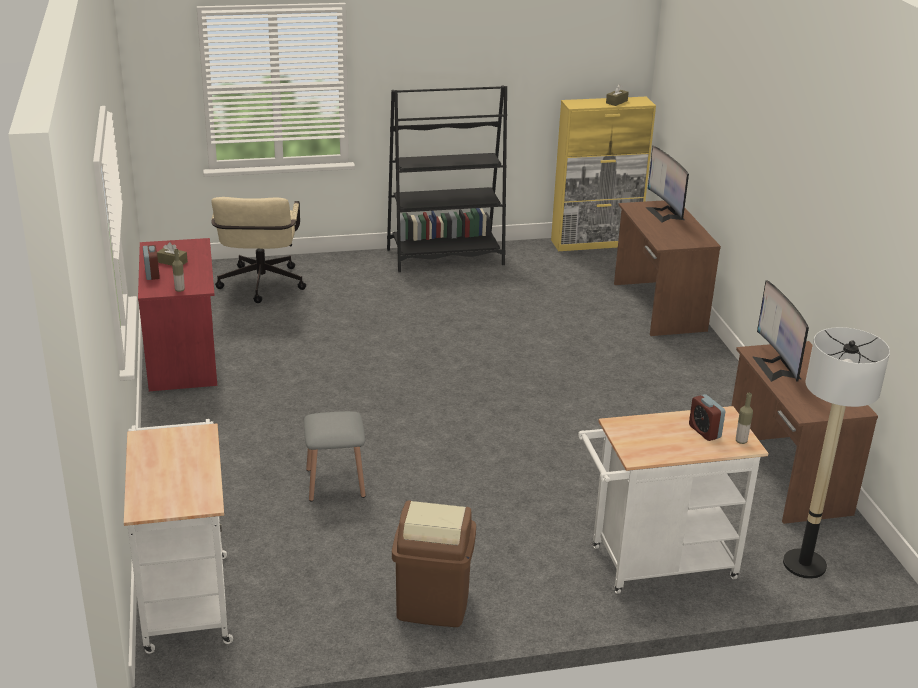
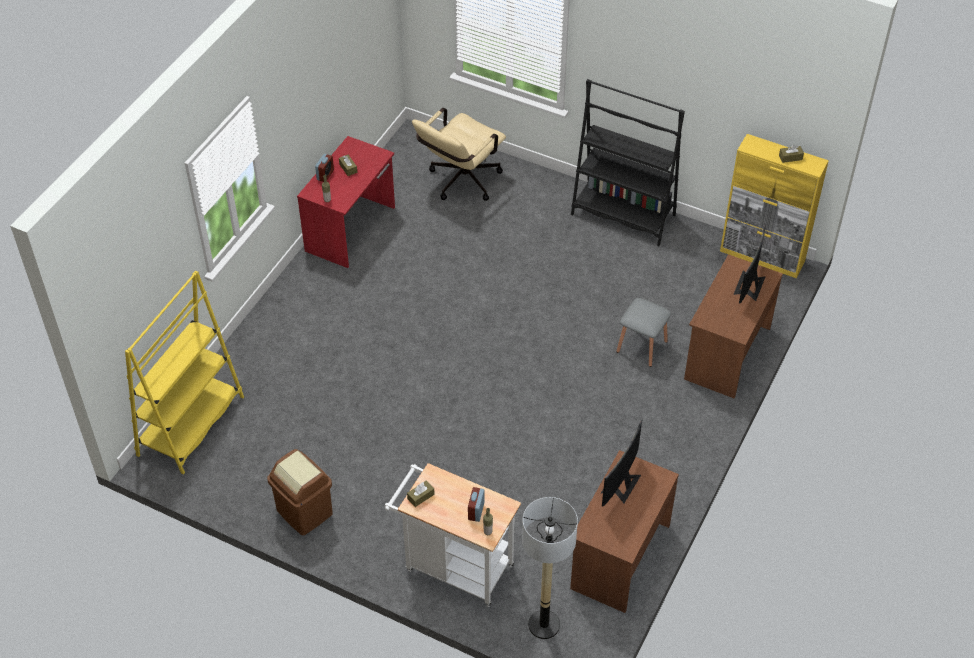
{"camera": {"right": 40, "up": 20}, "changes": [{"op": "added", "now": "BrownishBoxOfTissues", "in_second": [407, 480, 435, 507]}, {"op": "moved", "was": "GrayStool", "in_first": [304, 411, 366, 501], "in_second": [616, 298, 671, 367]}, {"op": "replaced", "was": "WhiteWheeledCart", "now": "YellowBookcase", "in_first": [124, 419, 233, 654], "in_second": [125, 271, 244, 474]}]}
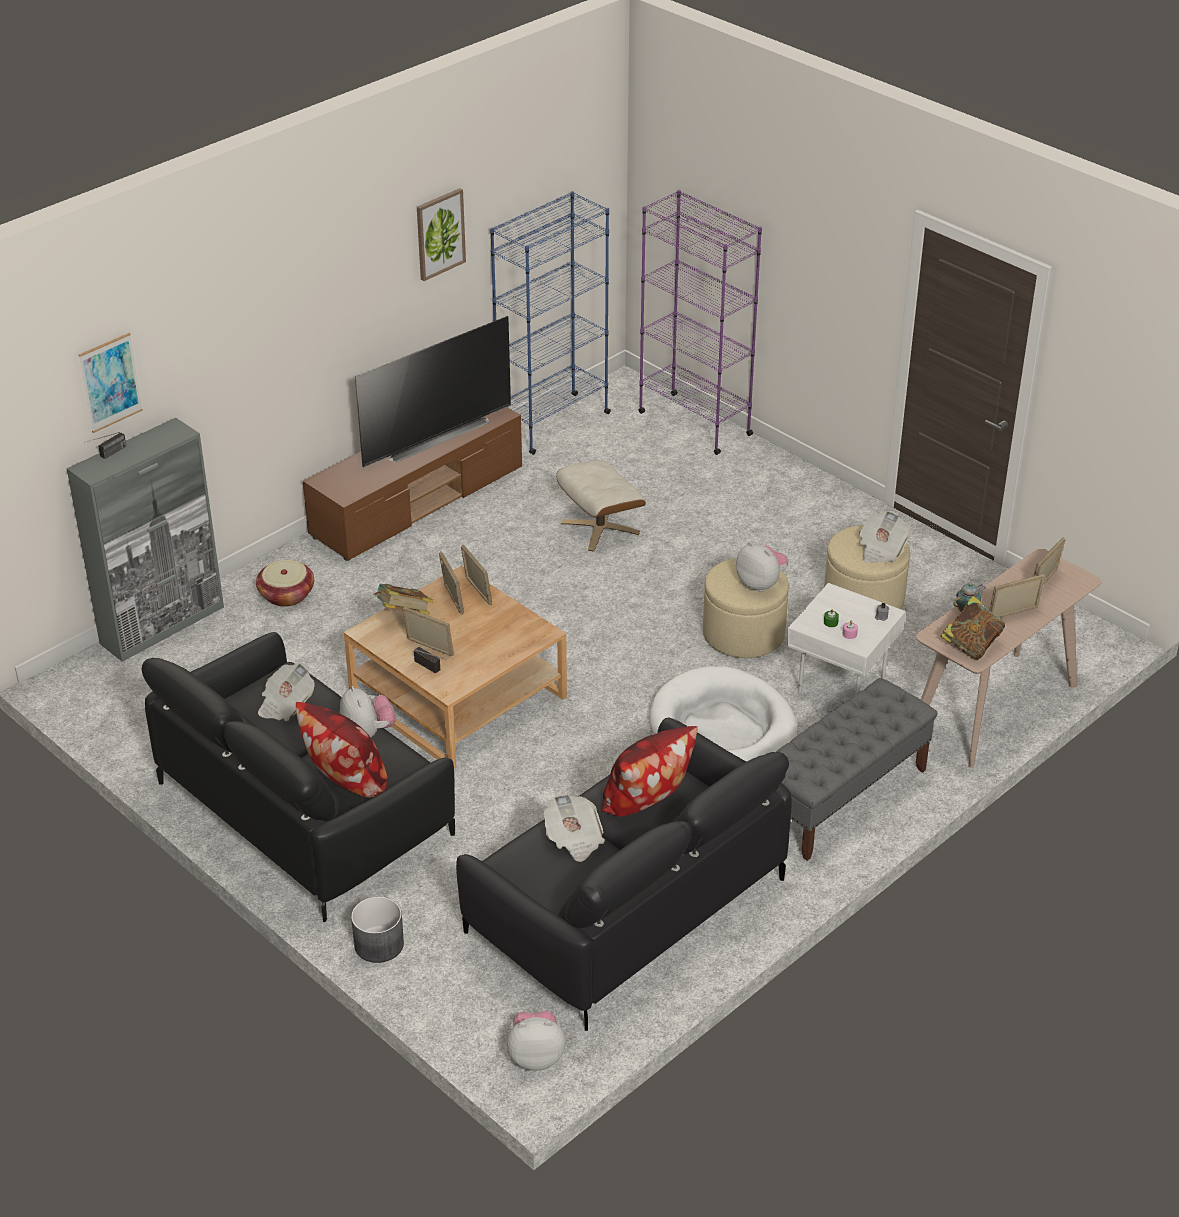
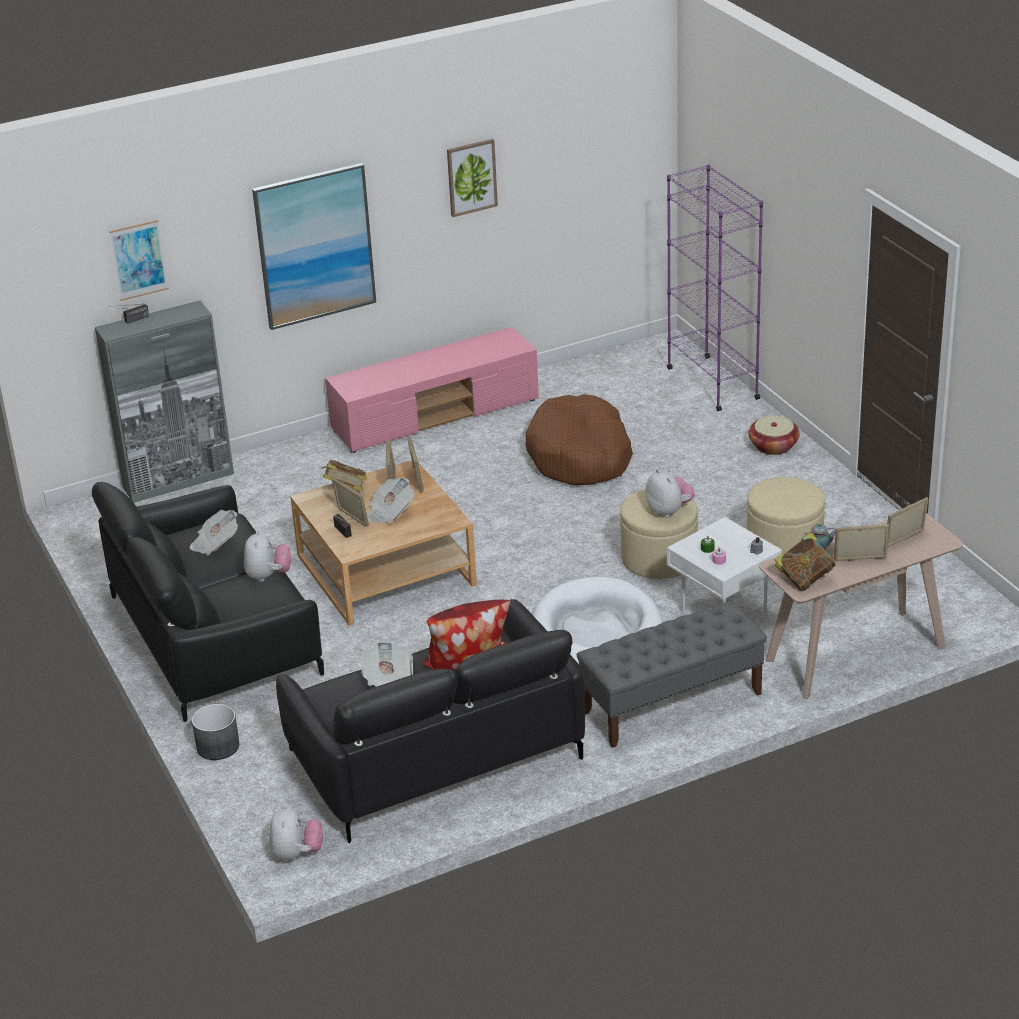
{"camera": {"right": 20, "up": -5}, "changes": [{"op": "removed", "was": "Cushion", "in_first": [296, 702, 388, 798]}, {"op": "removed", "was": "TvSet", "in_first": [355, 316, 511, 467]}, {"op": "removed", "was": "BlueColouredBookcase", "in_first": [490, 191, 611, 455]}, {"op": "added", "now": "Picture", "in_second": [252, 163, 376, 330]}, {"op": "moved", "was": "StorageBasket", "in_first": [256, 560, 314, 607], "in_second": [748, 415, 800, 455]}, {"op": "moved", "was": "Newspaper", "in_first": [859, 511, 911, 563], "in_second": [367, 477, 414, 524]}, {"op": "replaced", "was": "BeigeFootrest", "now": "BrownishDogCushion", "in_first": [556, 460, 646, 552], "in_second": [526, 394, 633, 486]}, {"op": "recoloured", "was": "BrownishTvUnit", "now": "PinkTvUnit", "in_first": [303, 407, 522, 561], "in_second": [325, 327, 539, 453]}, {"op": "turned", "was": "CuddlyToy", "in_first": [507, 1011, 566, 1071], "in_second": [269, 805, 323, 862], "clockwise": 75}]}
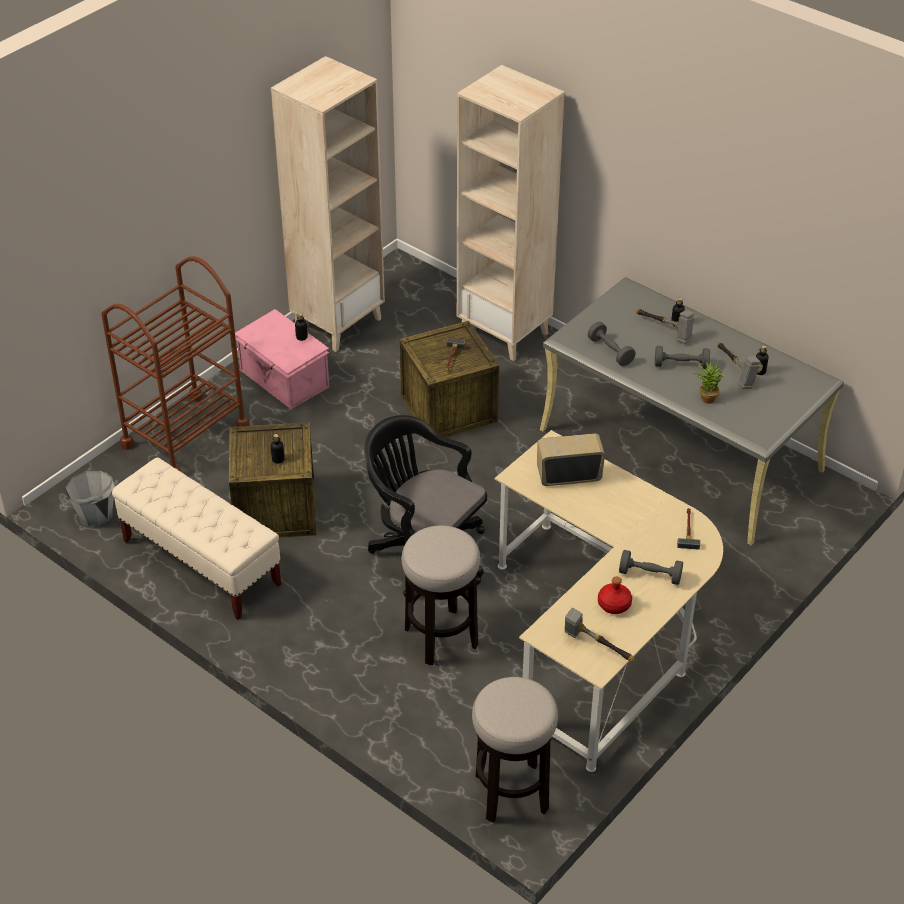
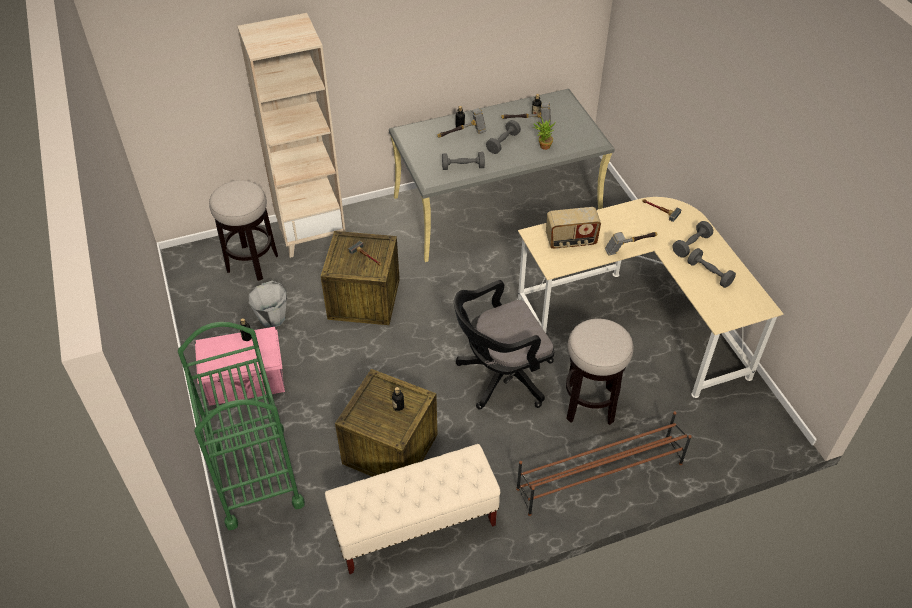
{"camera": {"right": -60, "up": 5}, "changes": [{"op": "removed", "was": "BeigeBookcase", "in_first": [271, 56, 385, 352]}, {"op": "added", "now": "BrownishShoeStand", "in_second": [516, 411, 692, 516]}, {"op": "moved", "was": "GrayBucket", "in_first": [65, 471, 115, 527], "in_second": [249, 281, 287, 327]}, {"op": "moved", "was": "Stool", "in_first": [472, 677, 558, 823], "in_second": [209, 180, 278, 281]}, {"op": "moved", "was": "Hammer", "in_first": [565, 608, 634, 661], "in_second": [605, 232, 657, 256]}, {"op": "replaced", "was": "ReddishBeverageBottle", "now": "GrayDumbbell", "in_first": [598, 577, 632, 614], "in_second": [688, 248, 736, 288]}, {"op": "recoloured", "was": "BrownishWheeledCart", "now": "GreenColouredWheeledCart", "in_first": [101, 257, 250, 472], "in_second": [178, 322, 305, 530]}, {"op": "turned", "was": "RadioReceiver", "in_first": [537, 433, 605, 486], "in_second": [546, 207, 601, 249], "clockwise": -120}]}
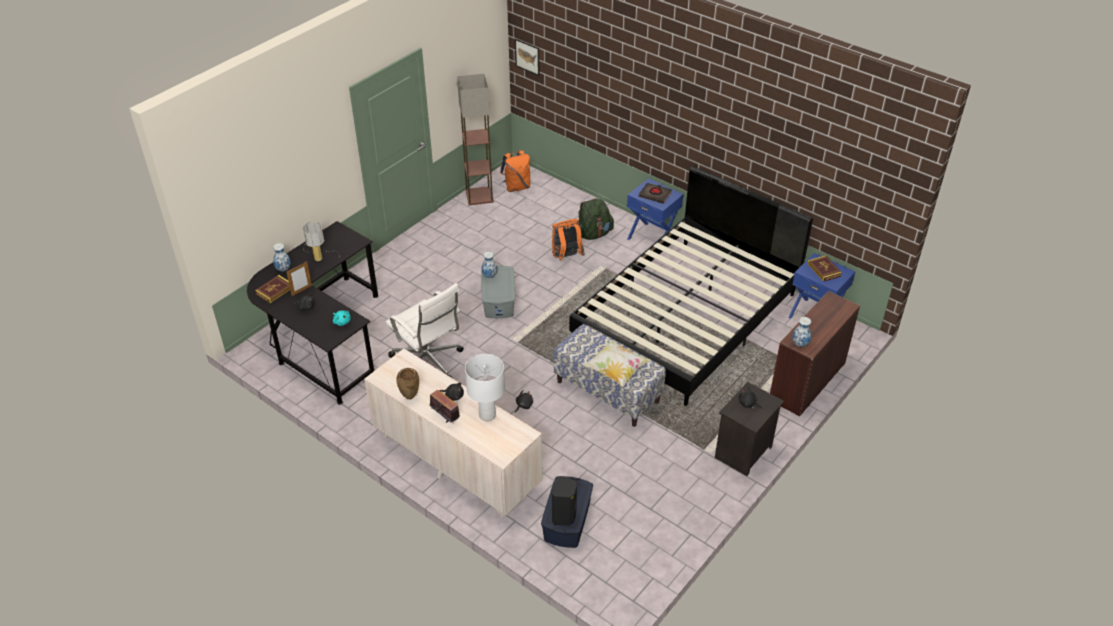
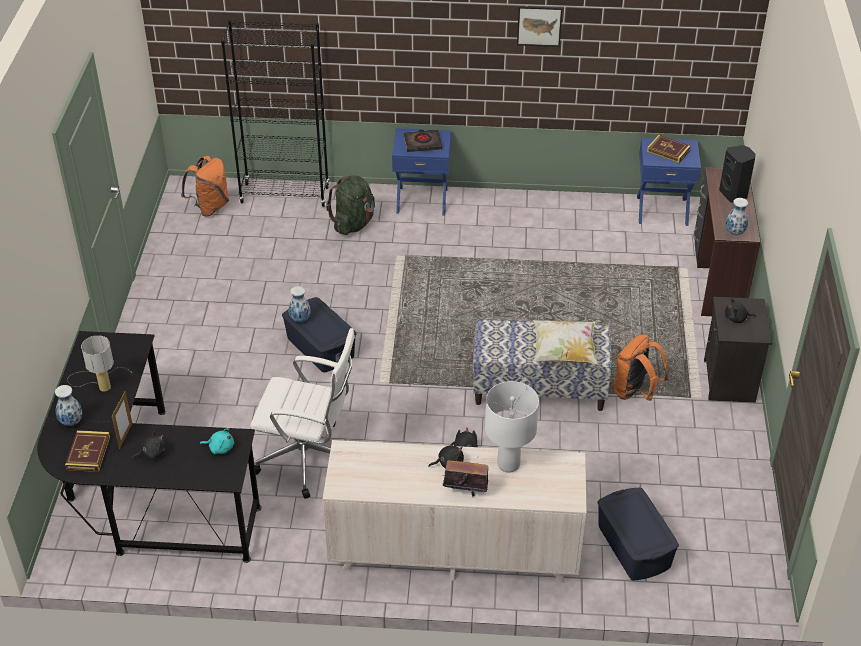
{"camera": {"right": -35, "up": 0}, "changes": [{"op": "removed", "was": "BrownishFlowerVase", "in_first": [396, 368, 419, 400]}, {"op": "removed", "was": "StandingLamp", "in_first": [457, 74, 494, 205]}, {"op": "removed", "was": "BlackishBed", "in_first": [569, 166, 813, 406]}, {"op": "added", "now": "BlackishBookcase", "in_second": [221, 20, 329, 207]}, {"op": "moved", "was": "Picture", "in_first": [515, 39, 540, 76], "in_second": [517, 6, 562, 47]}, {"op": "moved", "was": "OrangeRucksack", "in_first": [552, 219, 585, 260], "in_second": [614, 334, 669, 401]}, {"op": "moved", "was": "BlackishLoudspeaker", "in_first": [552, 476, 577, 526], "in_second": [719, 145, 756, 203]}, {"op": "recoloured", "was": "GrayStorageBin", "now": "BlueColouredStorageBin", "in_first": [482, 266, 515, 318], "in_second": [282, 297, 356, 373]}]}
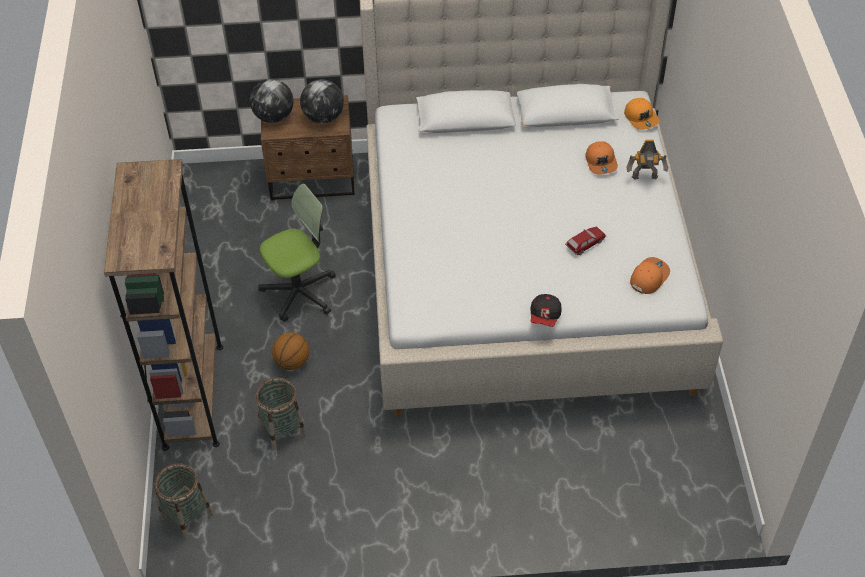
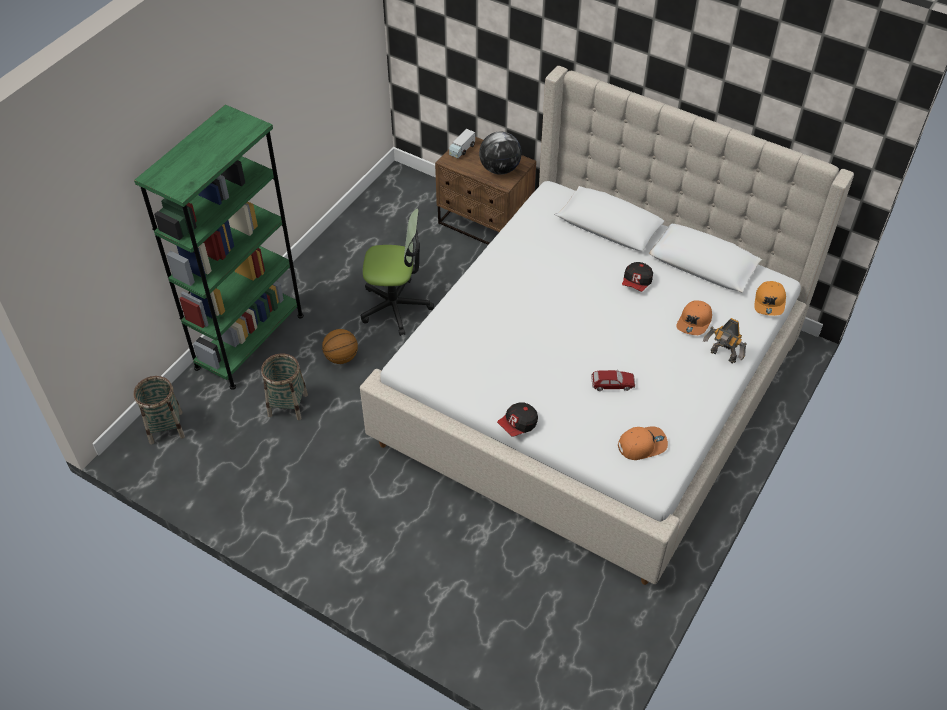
{"camera": {"right": 35, "up": 0}, "changes": [{"op": "added", "now": "PeakedCap", "in_second": [622, 262, 653, 292]}, {"op": "replaced", "was": "DeskGlobe", "now": "ModelTruck", "in_first": [250, 79, 294, 123], "in_second": [449, 129, 475, 158]}, {"op": "recoloured", "was": "BrownishBookcase", "now": "GreenColouredBookcase", "in_first": [104, 159, 223, 451], "in_second": [134, 105, 304, 390]}]}
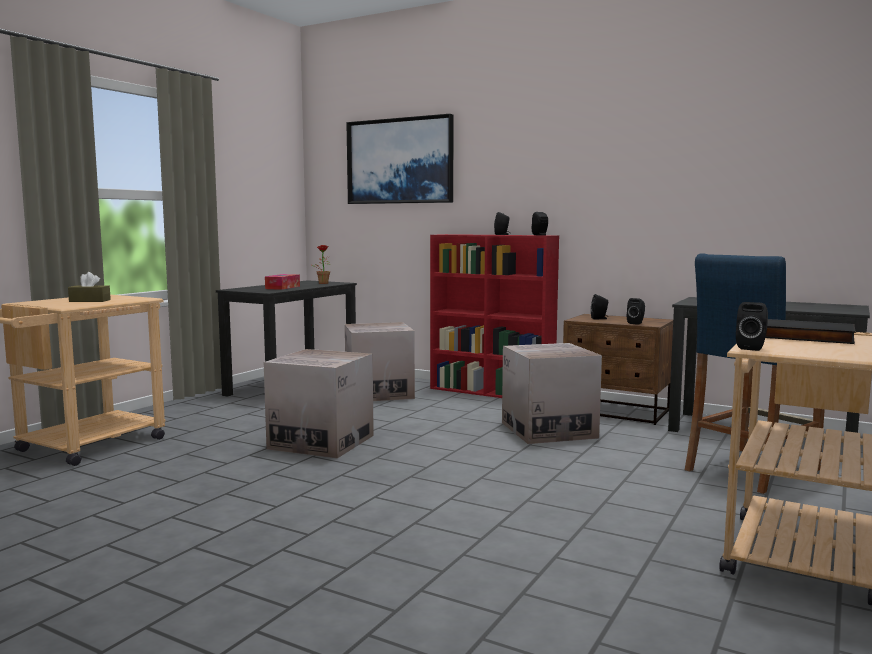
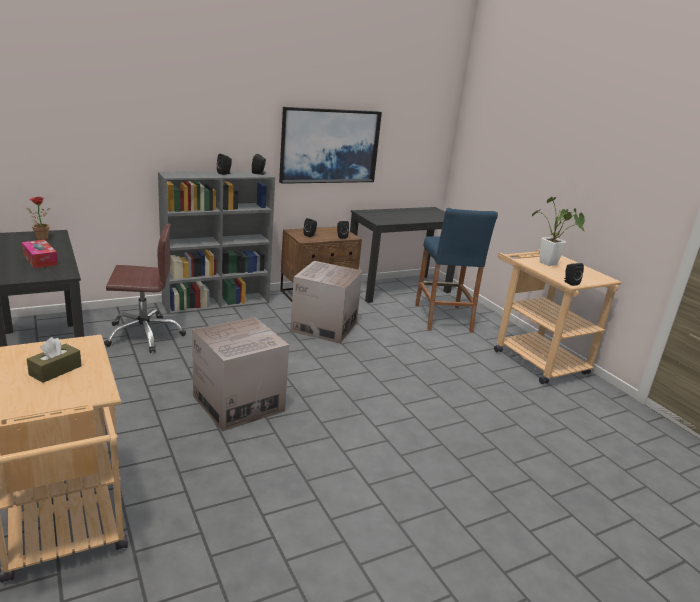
{"camera": {"right": -60, "up": 15}, "changes": [{"op": "moved", "was": "Picture", "in_first": [346, 114, 454, 204], "in_second": [279, 107, 382, 184]}, {"op": "replaced", "was": "PackingBox", "now": "BrownishDeskChair", "in_first": [345, 322, 415, 401], "in_second": [104, 223, 186, 353]}, {"op": "replaced", "was": "BlackishVolume", "now": "PlantInAPot", "in_first": [765, 319, 856, 344], "in_second": [532, 197, 585, 266]}, {"op": "recoloured", "was": "ReddishBookcase", "now": "GrayBookcase", "in_first": [430, 234, 559, 398], "in_second": [158, 171, 275, 314]}]}
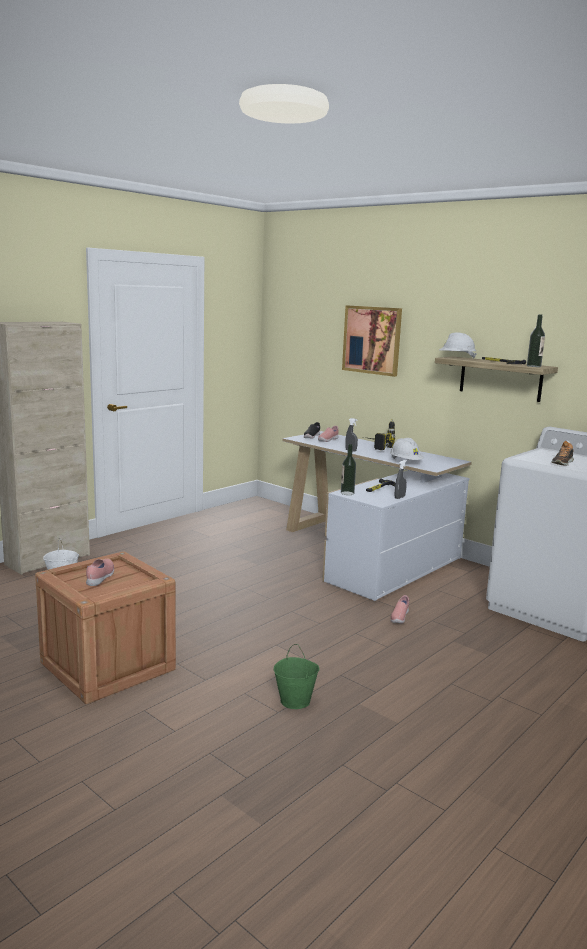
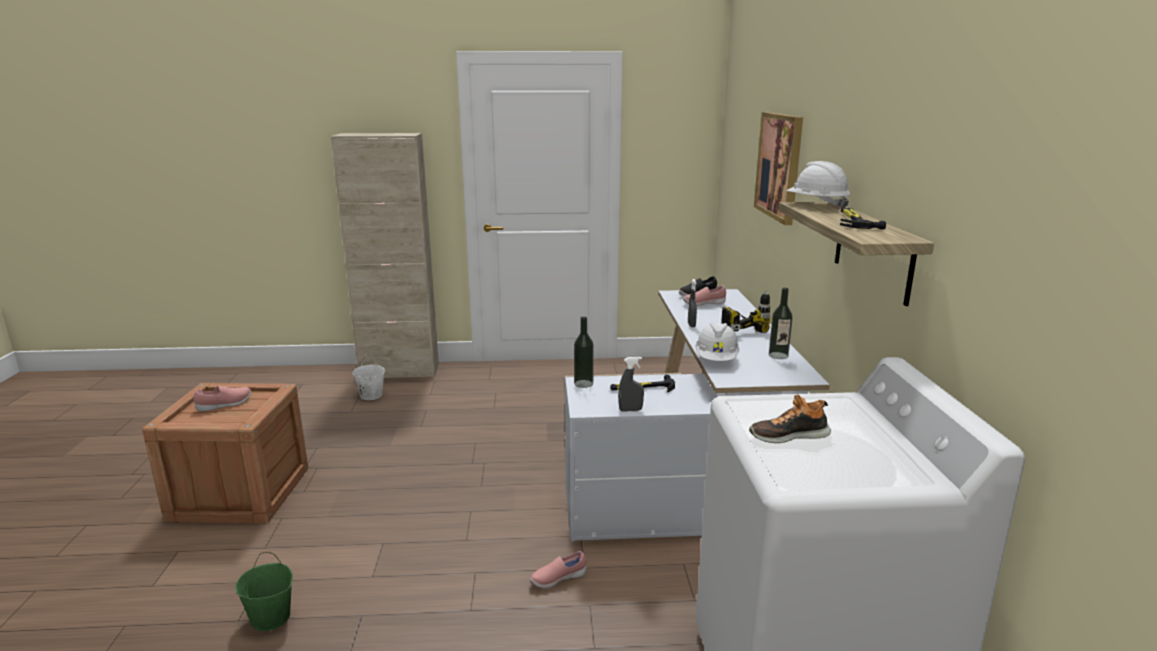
{"camera": {"right": 45, "up": 5}, "changes": [{"op": "moved", "was": "BeverageBottle", "in_first": [527, 314, 545, 367], "in_second": [769, 288, 793, 359]}]}
